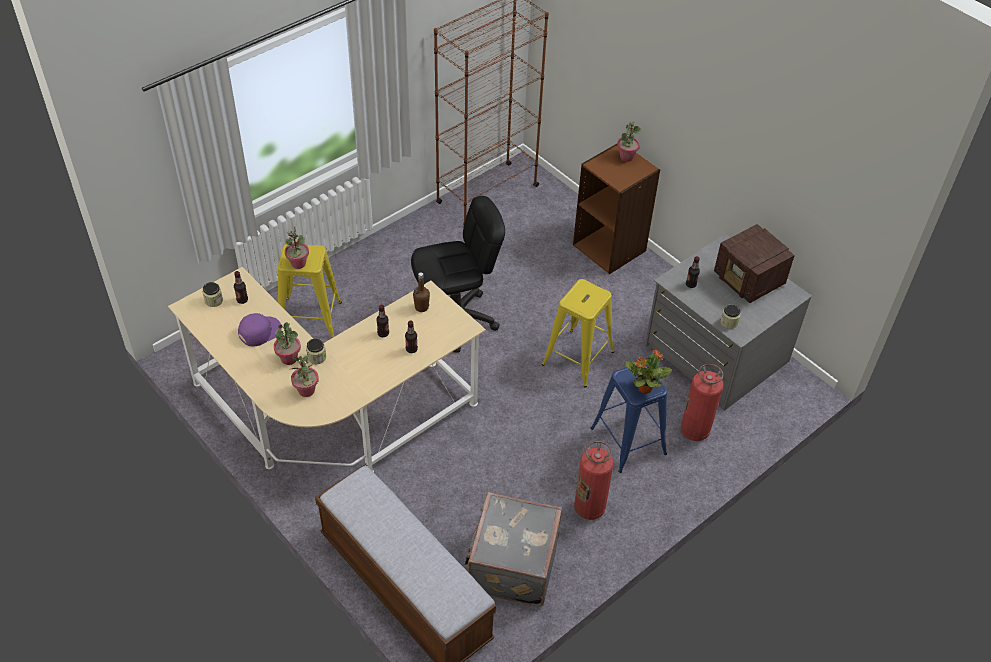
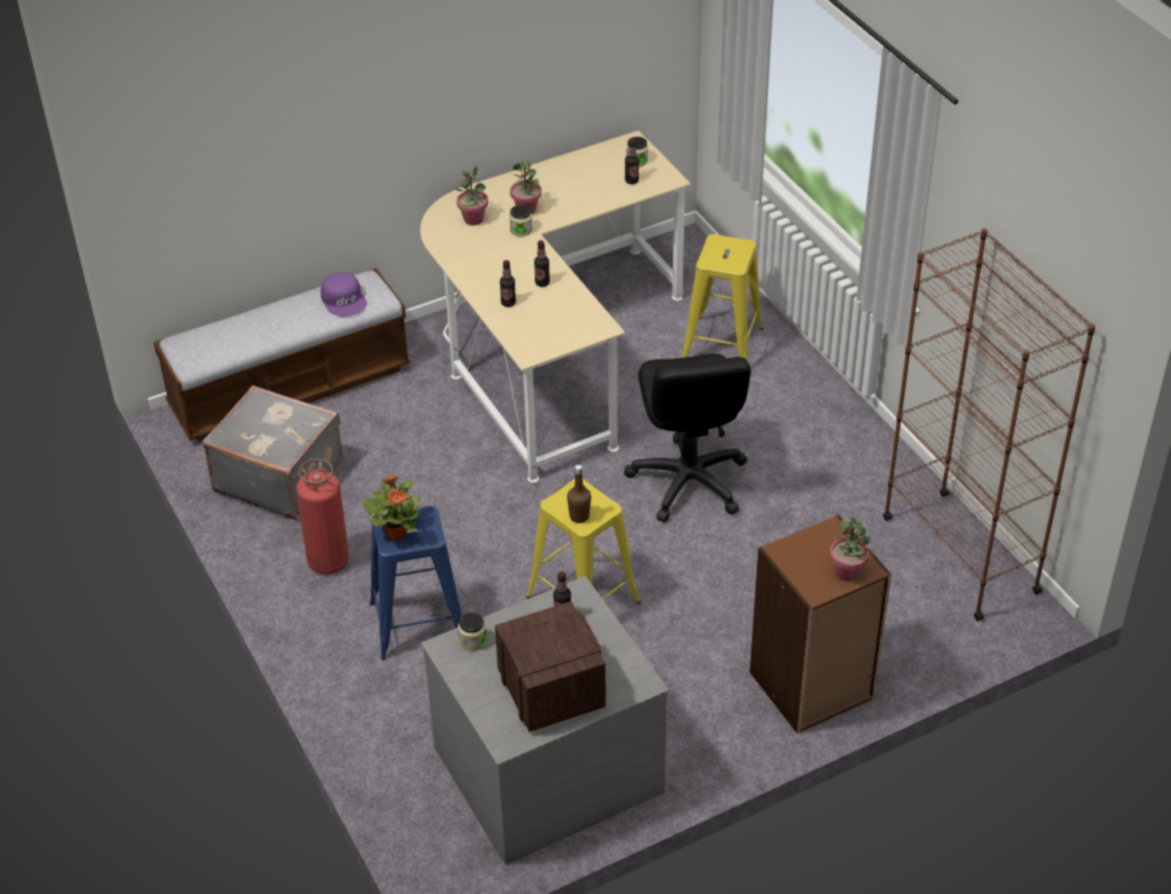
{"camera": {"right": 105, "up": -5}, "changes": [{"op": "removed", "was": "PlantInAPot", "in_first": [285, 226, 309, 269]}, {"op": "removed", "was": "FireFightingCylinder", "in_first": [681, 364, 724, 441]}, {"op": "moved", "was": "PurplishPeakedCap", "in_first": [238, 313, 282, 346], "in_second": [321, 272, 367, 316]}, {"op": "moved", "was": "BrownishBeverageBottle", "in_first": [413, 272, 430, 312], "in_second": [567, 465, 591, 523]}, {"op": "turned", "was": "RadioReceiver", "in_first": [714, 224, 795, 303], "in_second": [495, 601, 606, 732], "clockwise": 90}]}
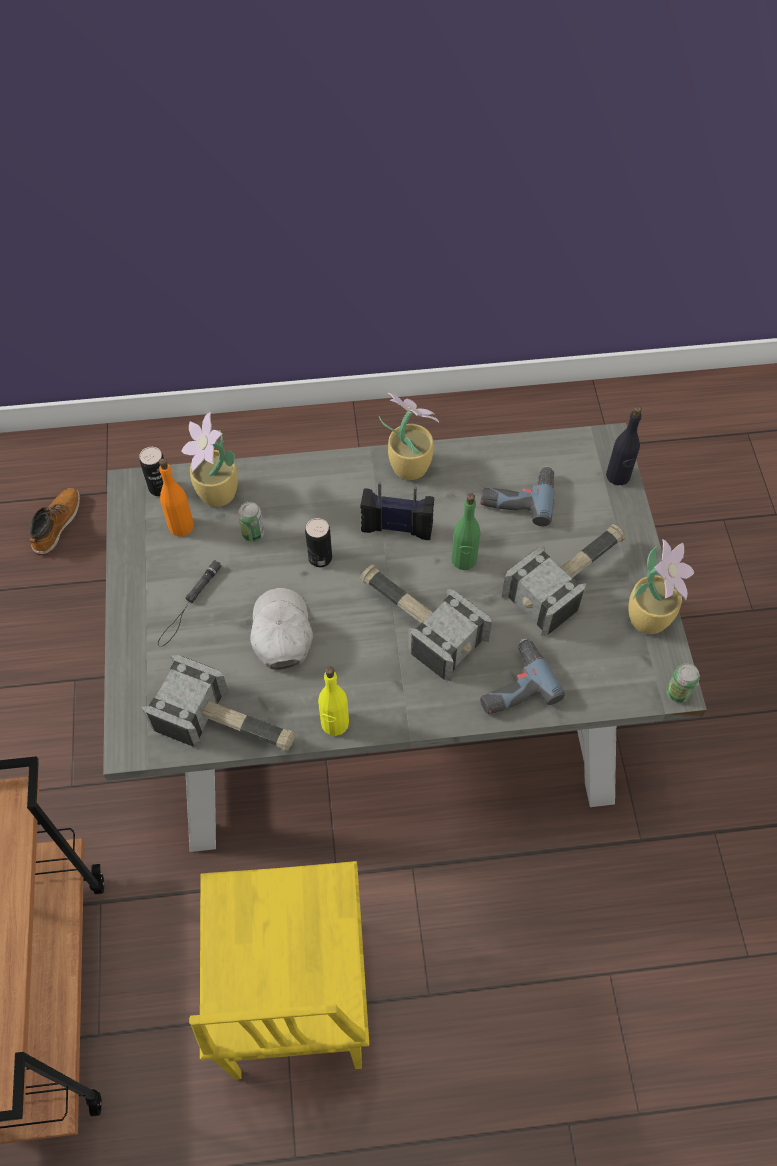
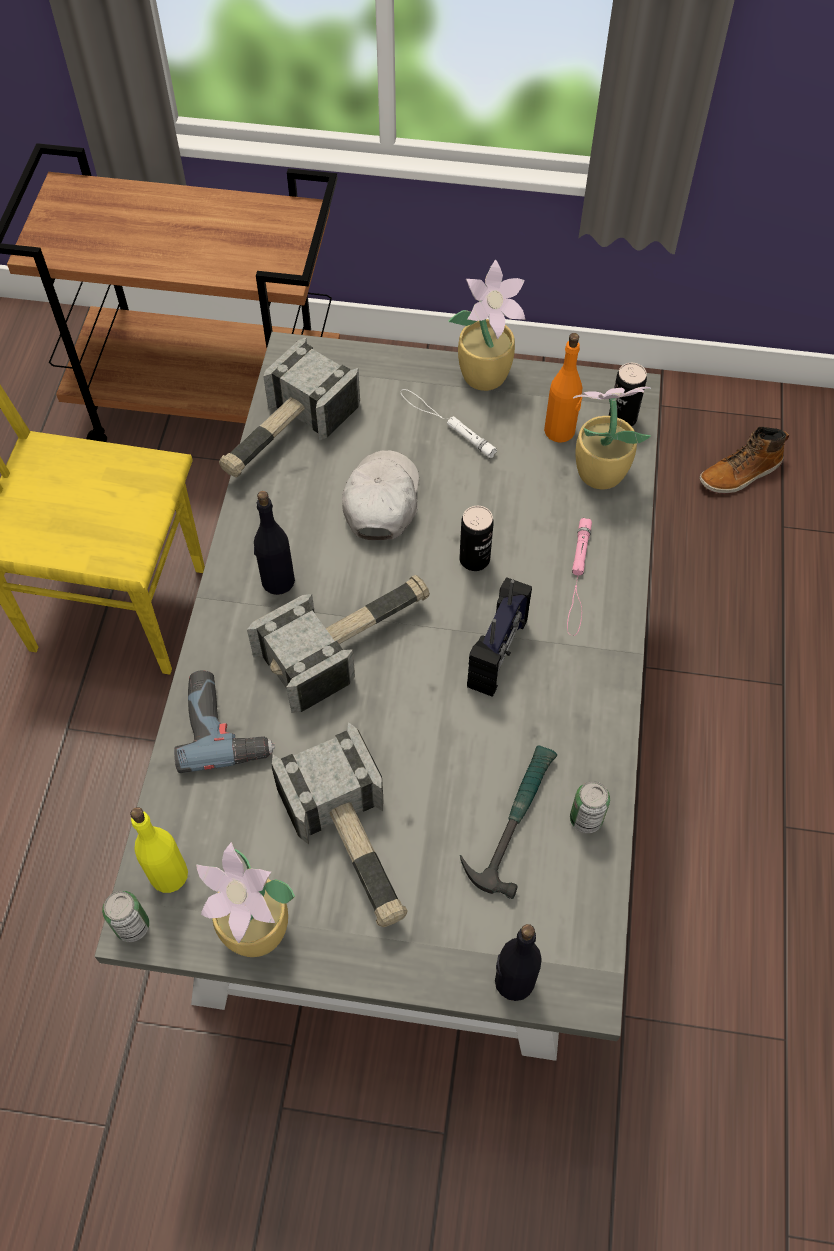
{"camera": {"right": 105, "up": 0}, "changes": [{"op": "removed", "was": "GreenColouredBeverageBottle", "in_first": [451, 493, 480, 570]}, {"op": "added", "now": "BlackishBeverageBottle", "in_second": [254, 491, 295, 595]}, {"op": "added", "now": "PinkHandTorch", "in_second": [567, 518, 592, 636]}, {"op": "moved", "was": "Can", "in_first": [238, 502, 264, 542], "in_second": [570, 781, 610, 833]}, {"op": "moved", "was": "YellowBeverageBottle", "in_first": [318, 667, 349, 736], "in_second": [130, 807, 188, 893]}, {"op": "moved", "was": "PlantInAPot", "in_first": [379, 393, 439, 480], "in_second": [448, 259, 525, 391]}, {"op": "replaced", "was": "PowerDrill", "now": "Hammer", "in_first": [480, 466, 554, 526], "in_second": [460, 745, 557, 899]}, {"op": "recoloured", "was": "BlackishHandTorch", "now": "WhiteHandTorch", "in_first": [158, 560, 222, 647], "in_second": [401, 389, 497, 458]}, {"op": "turned", "was": "TallBoot", "in_first": [29, 488, 80, 556], "in_second": [700, 427, 789, 494], "clockwise": 120}, {"op": "turned", "was": "WhitePeakedCap", "in_first": [250, 588, 313, 670], "in_second": [342, 450, 419, 540], "clockwise": -90}]}
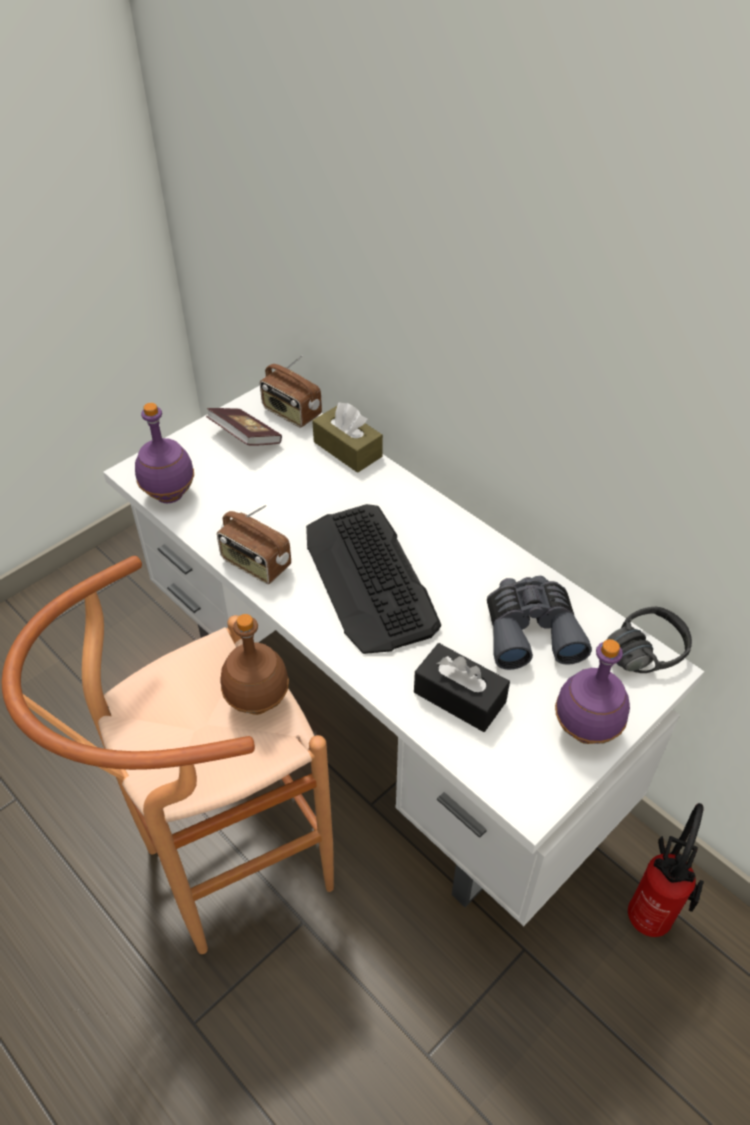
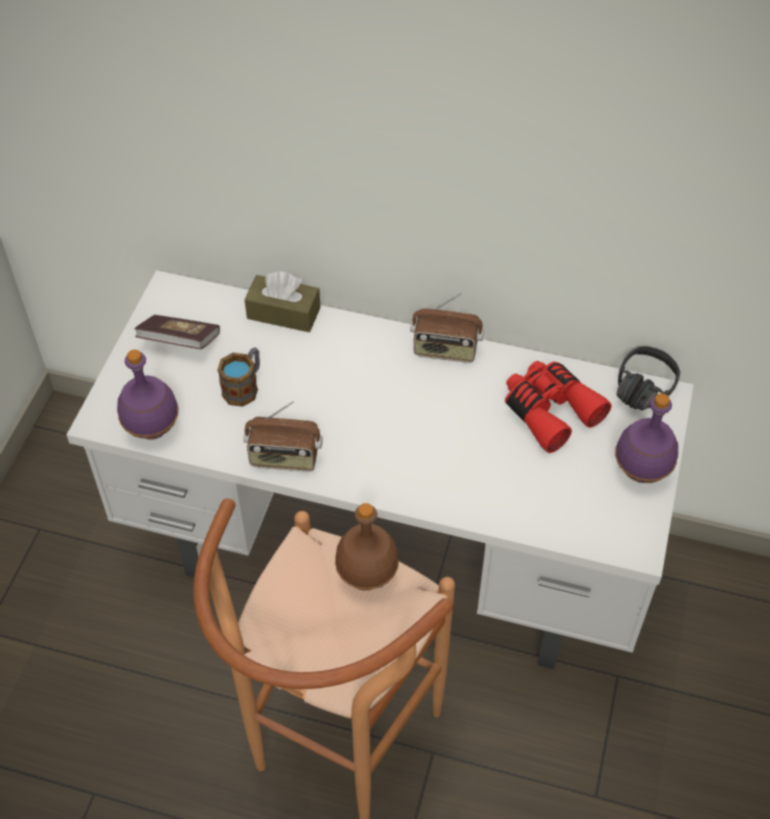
{"camera": {"right": -30, "up": 5}, "changes": [{"op": "removed", "was": "PcKeyboard", "in_first": [306, 504, 441, 654]}, {"op": "removed", "was": "BlackishBoxOfTissues", "in_first": [414, 643, 510, 732]}, {"op": "removed", "was": "FireFightingCylinder", "in_first": [628, 803, 704, 937]}, {"op": "added", "now": "TeaMug", "in_second": [217, 347, 260, 407]}, {"op": "moved", "was": "RadioReceiver", "in_first": [260, 355, 322, 428], "in_second": [410, 293, 484, 363]}, {"op": "recoloured", "was": "GrayBinoculars", "now": "ReddishBinoculars", "in_first": [487, 576, 592, 670], "in_second": [505, 361, 612, 453]}]}
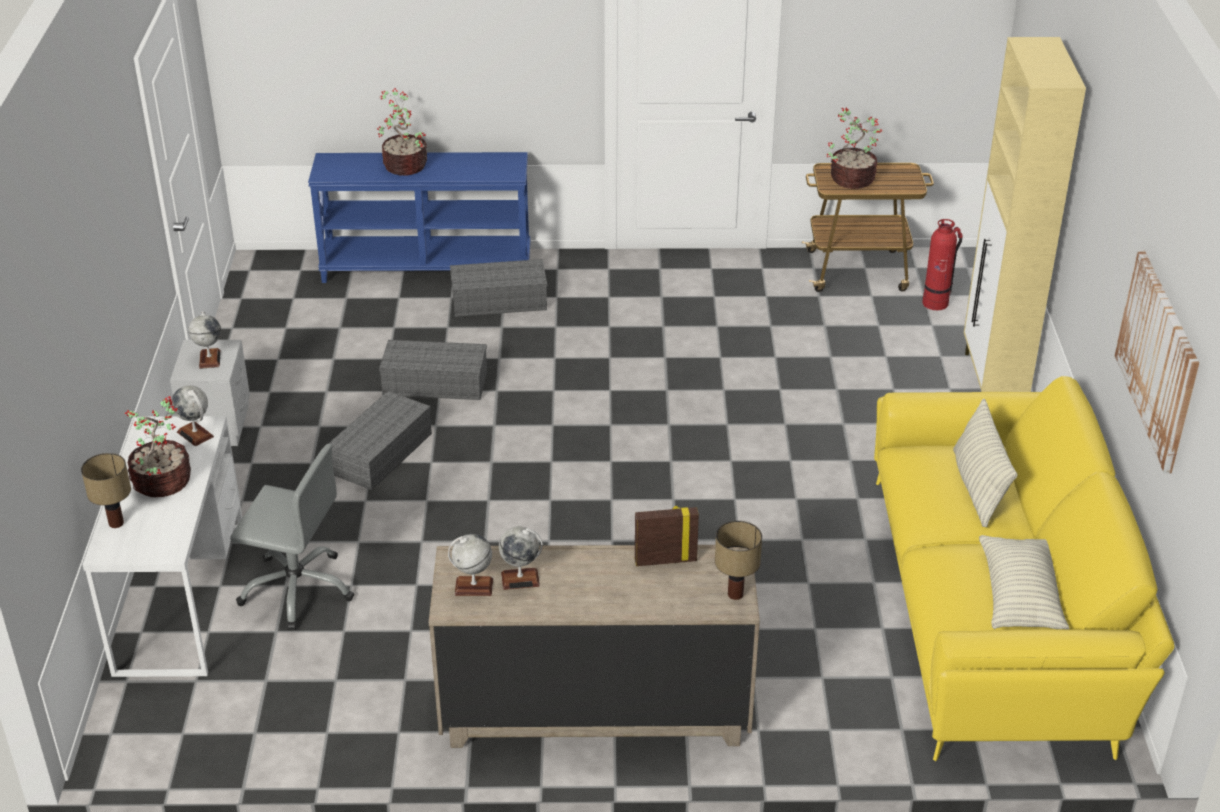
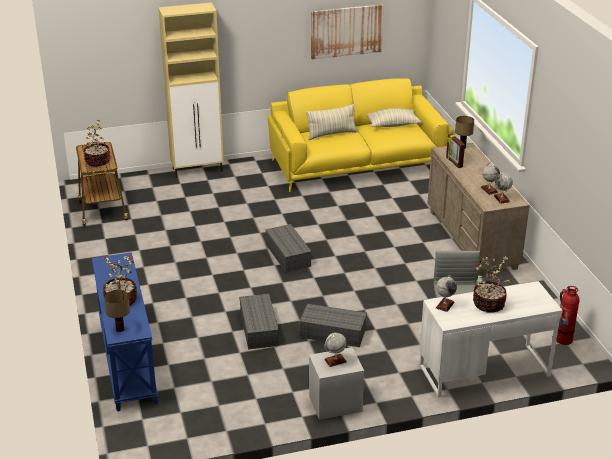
{"camera": {"right": -105, "up": -5}, "changes": [{"op": "moved", "was": "TabletopLamp", "in_first": [81, 453, 131, 528], "in_second": [104, 290, 130, 332]}, {"op": "moved", "was": "GrayStorageBin", "in_first": [450, 259, 547, 317], "in_second": [265, 224, 312, 272]}, {"op": "moved", "was": "FireFightingCylinder", "in_first": [922, 219, 963, 310], "in_second": [556, 286, 579, 345]}]}
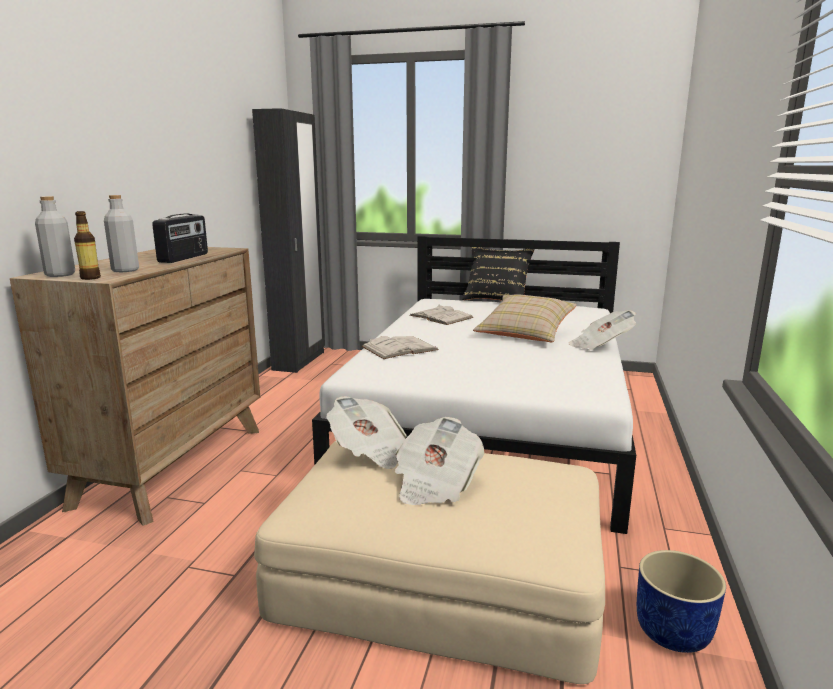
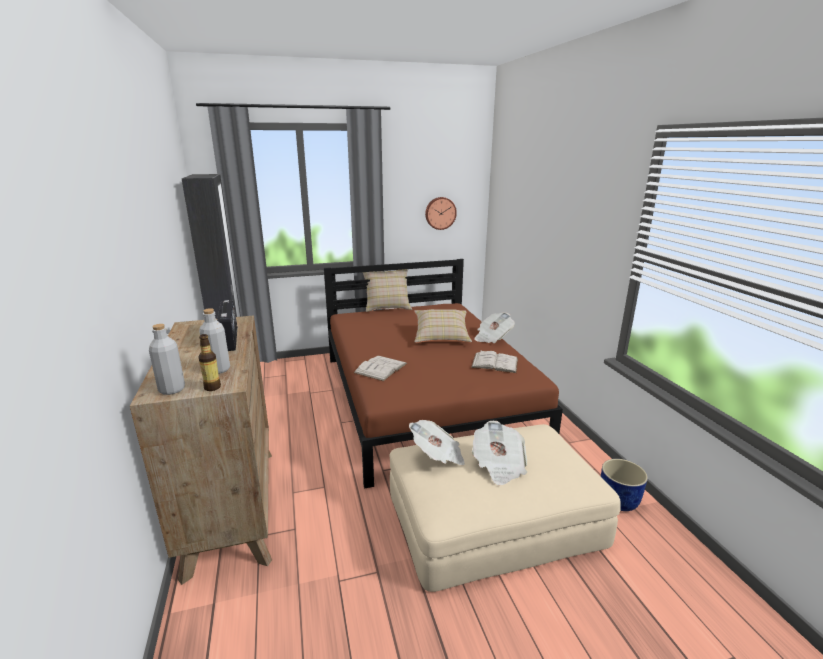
{"camera": {"right": -30, "up": 5}, "changes": [{"op": "added", "now": "WallClock", "in_second": [425, 197, 457, 230]}, {"op": "moved", "was": "WhiteVolume", "in_first": [409, 305, 474, 325], "in_second": [471, 350, 518, 373]}, {"op": "recoloured", "was": "WhiteBed", "now": "BrownishBed", "in_first": [312, 236, 636, 534], "in_second": [324, 259, 563, 489]}, {"op": "recoloured", "was": "BlackishCushion", "now": "BeigeCushion", "in_first": [462, 247, 535, 301], "in_second": [363, 269, 412, 312]}]}
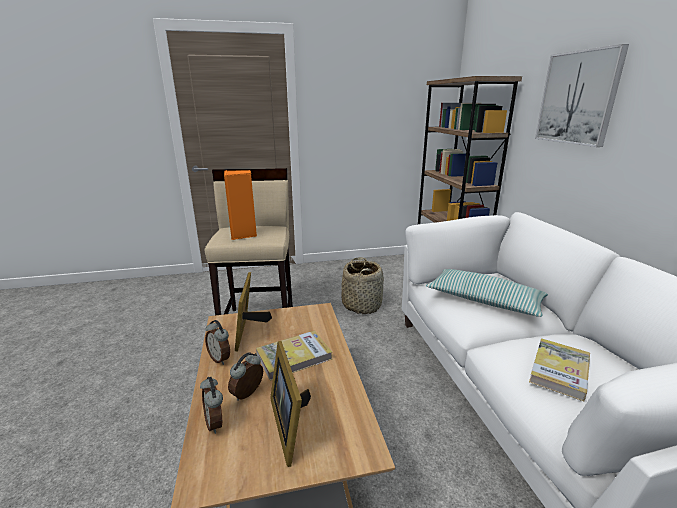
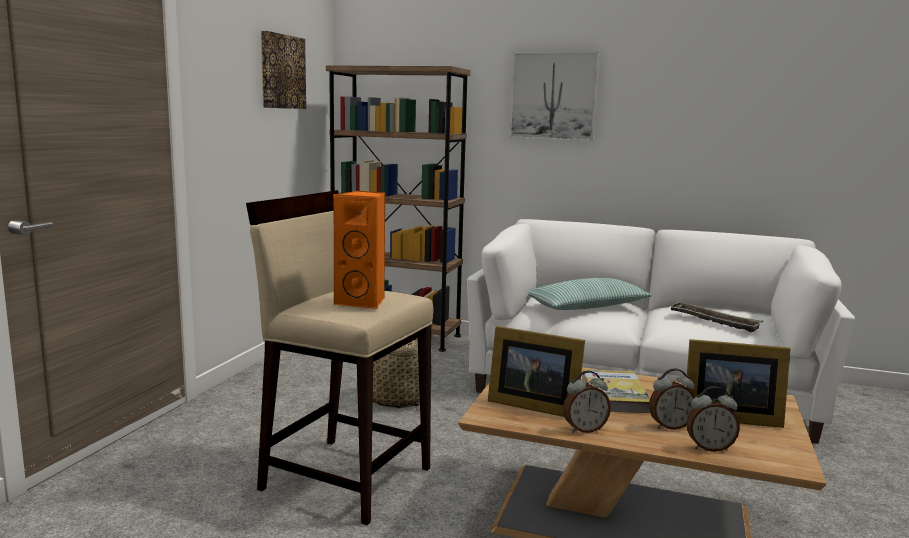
{"camera": {"right": -60, "up": -10}, "changes": [{"op": "added", "now": "Picture", "in_second": [261, 31, 306, 109]}, {"op": "replaced", "was": "Volume", "now": "CarryingTray", "in_first": [529, 338, 590, 401], "in_second": [668, 302, 763, 332]}, {"op": "turned", "was": "BedsideClock", "in_first": [228, 352, 263, 401], "in_second": [649, 368, 695, 430], "clockwise": -75}]}
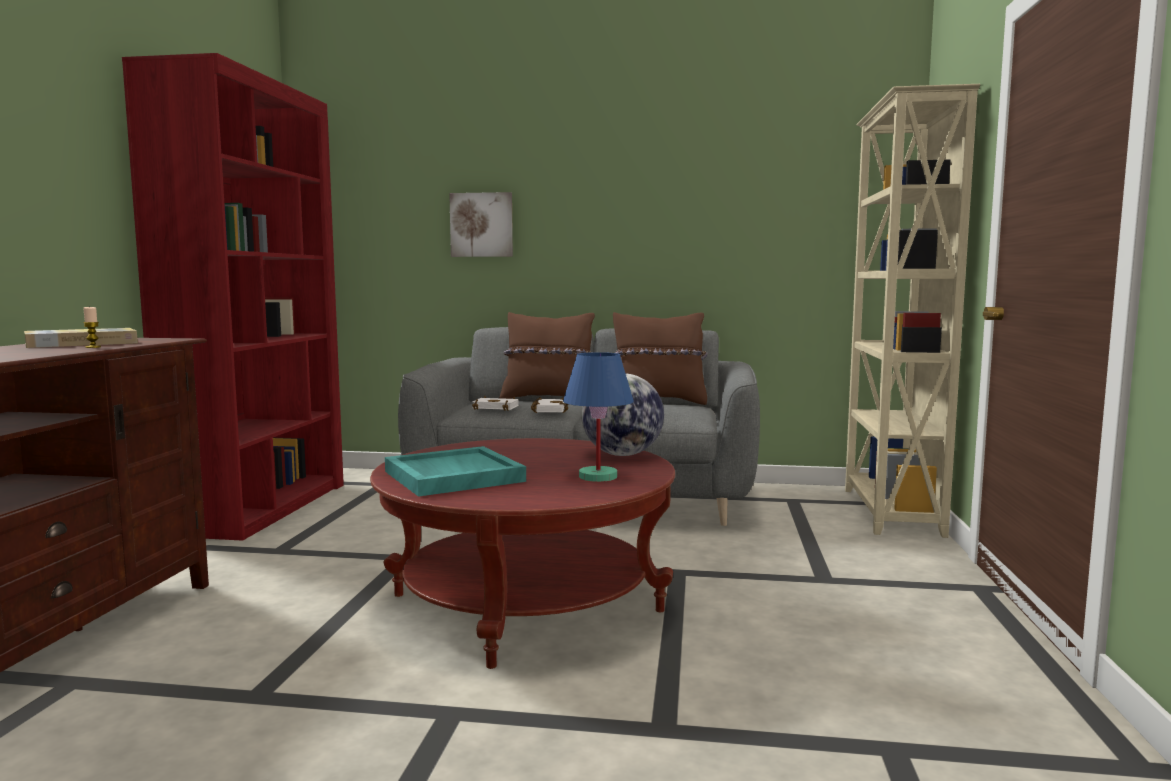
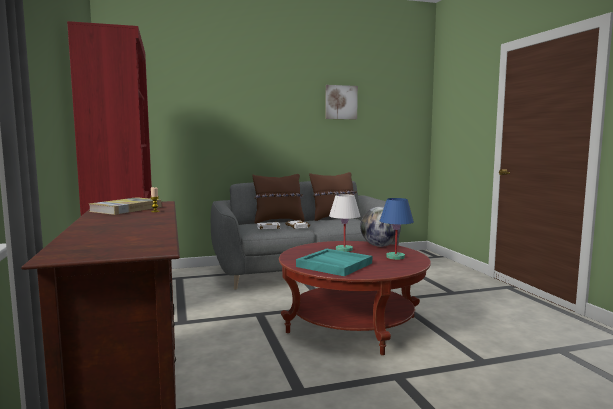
{"camera": {"right": -25, "up": 0}, "changes": [{"op": "removed", "was": "BeigeBookcase", "in_first": [845, 84, 980, 538]}, {"op": "added", "now": "WhiteTabletopLamp", "in_second": [329, 194, 361, 252]}, {"op": "moved", "was": "Picture", "in_first": [449, 192, 513, 257], "in_second": [325, 85, 358, 119]}]}
